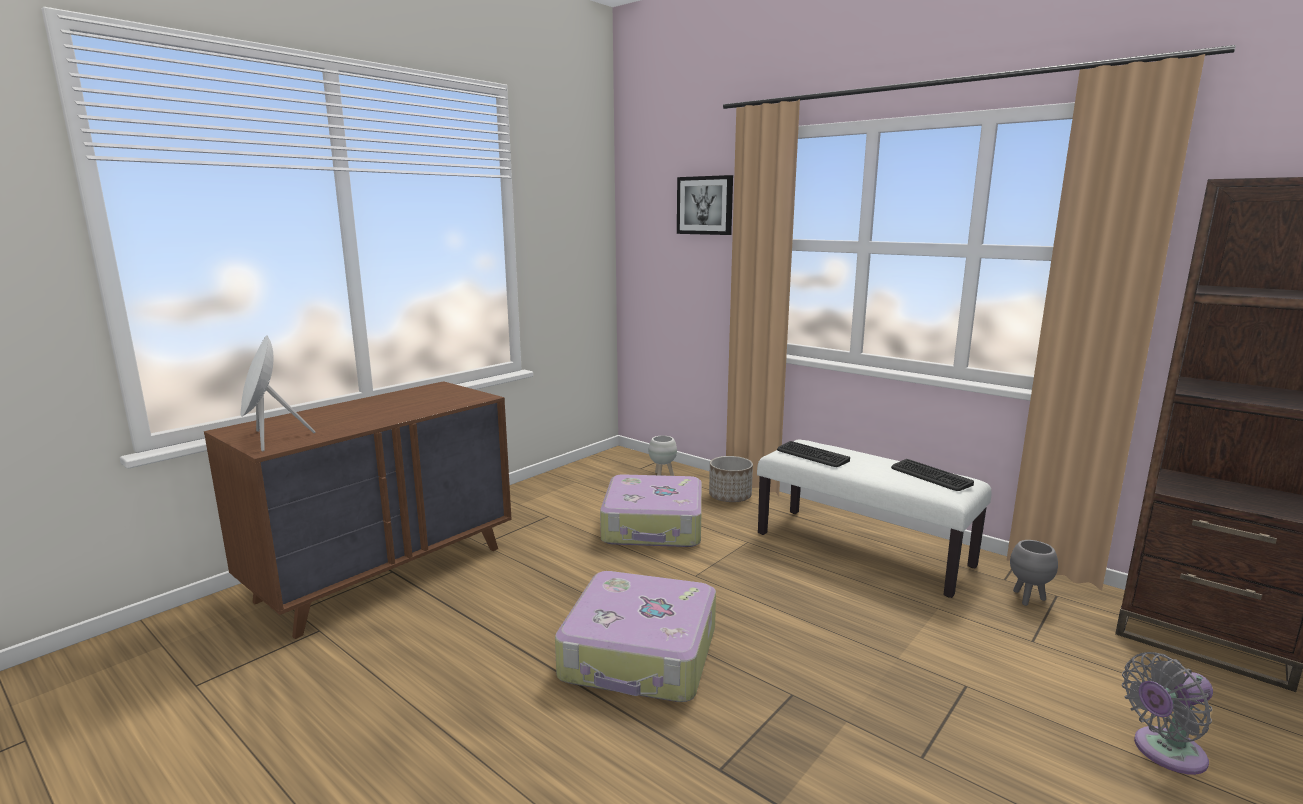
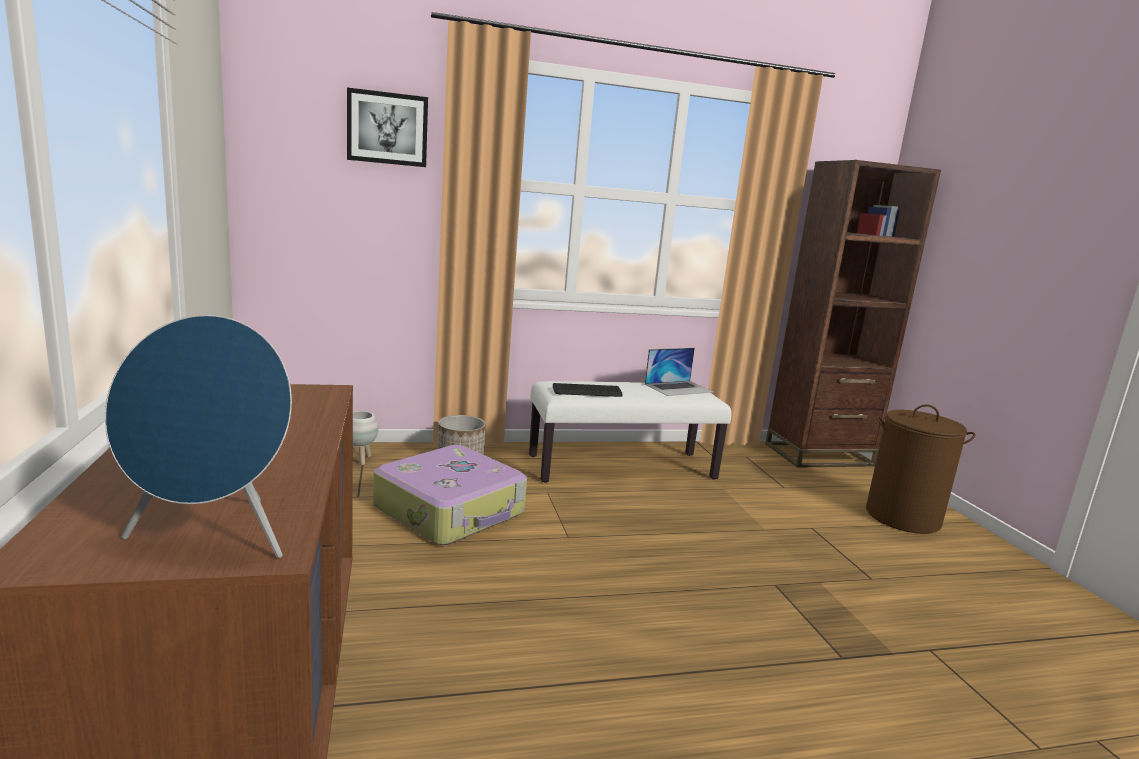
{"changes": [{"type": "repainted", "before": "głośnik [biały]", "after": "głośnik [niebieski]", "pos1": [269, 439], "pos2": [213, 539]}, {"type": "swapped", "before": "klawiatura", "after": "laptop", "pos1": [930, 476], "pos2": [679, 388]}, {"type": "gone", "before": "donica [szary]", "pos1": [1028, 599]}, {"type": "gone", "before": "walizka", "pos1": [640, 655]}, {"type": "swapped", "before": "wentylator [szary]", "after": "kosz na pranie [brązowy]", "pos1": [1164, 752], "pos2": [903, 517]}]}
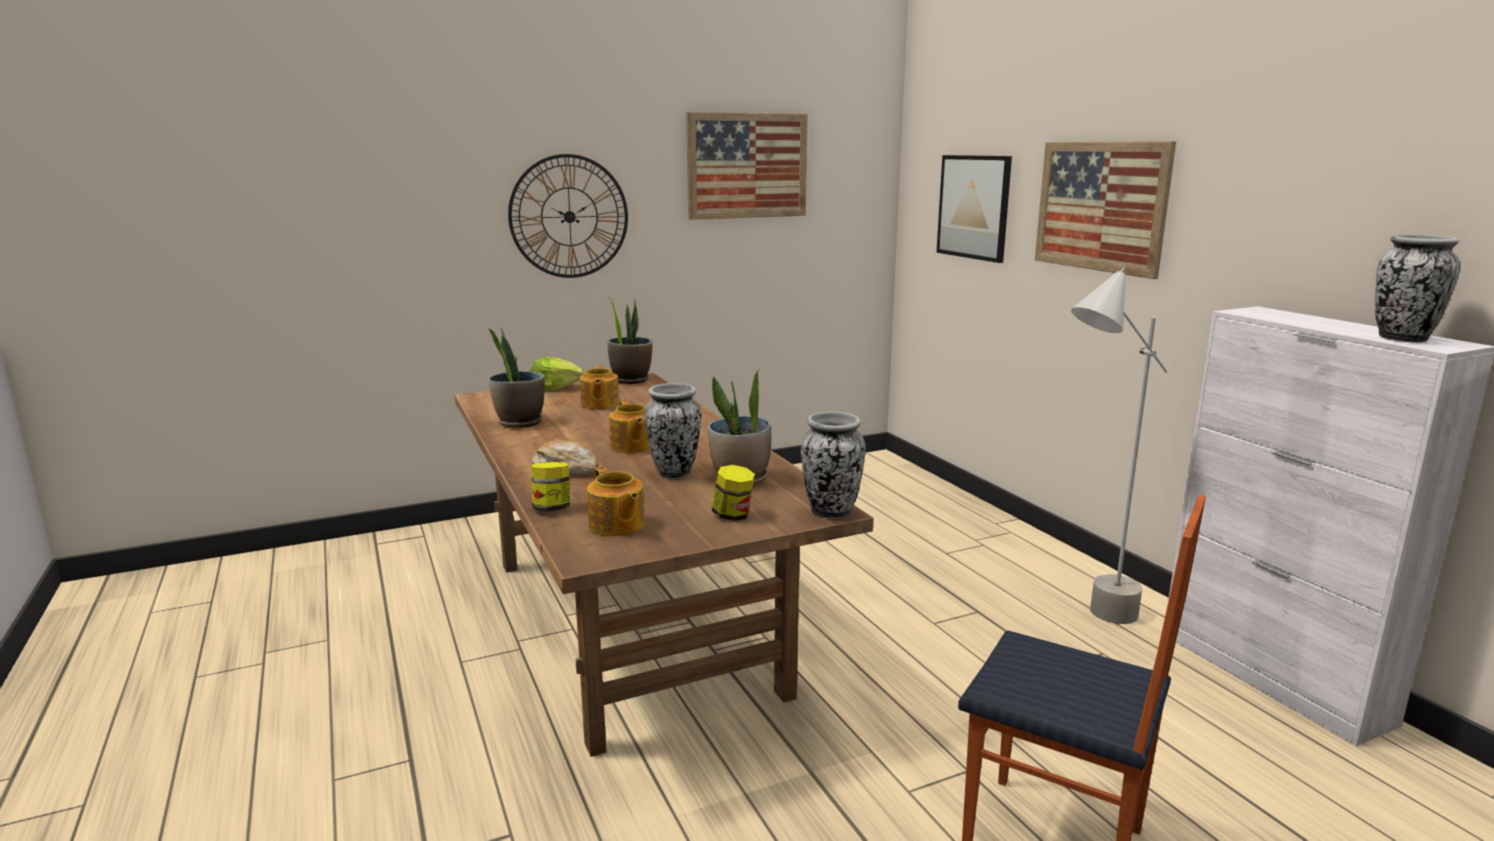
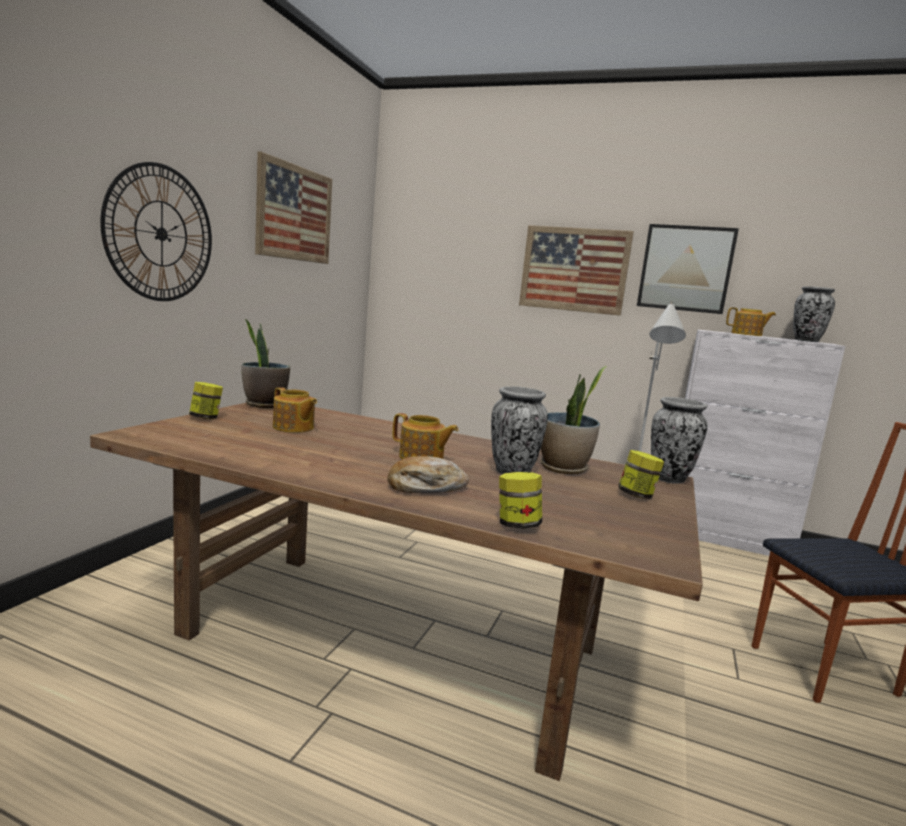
{"changes": [{"type": "shifted", "before": "obraz", "pos1": [974, 207], "pos2": [685, 268]}, {"type": "gone", "before": "roślina doniczkowa", "pos1": [519, 422]}, {"type": "swapped", "before": "sałata", "after": "słoik", "pos1": [555, 388], "pos2": [206, 418]}, {"type": "shifted", "before": "imbryk", "pos1": [616, 525], "pos2": [747, 334]}]}
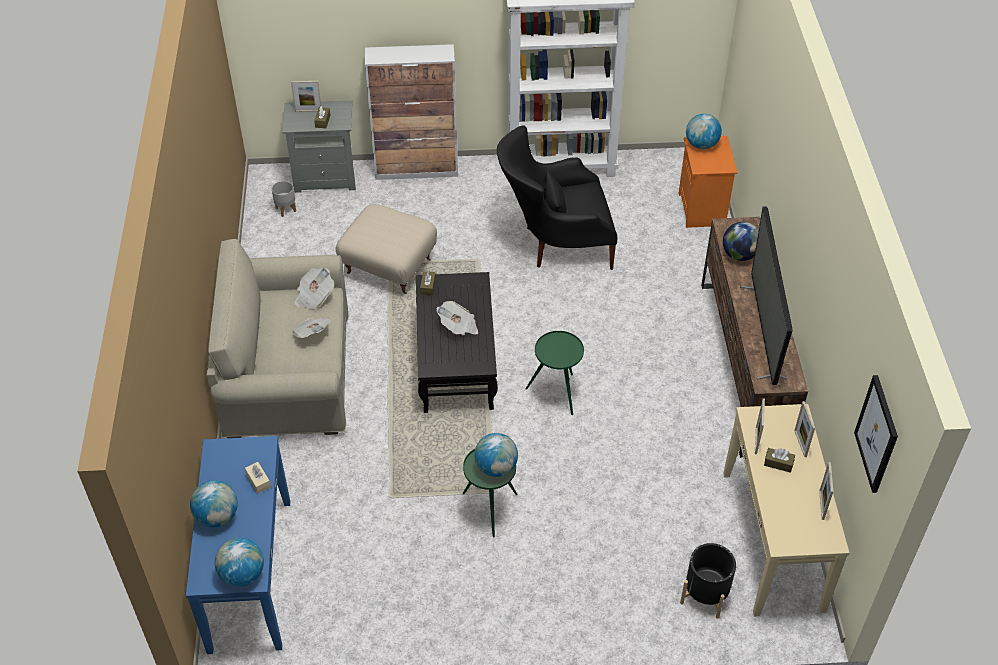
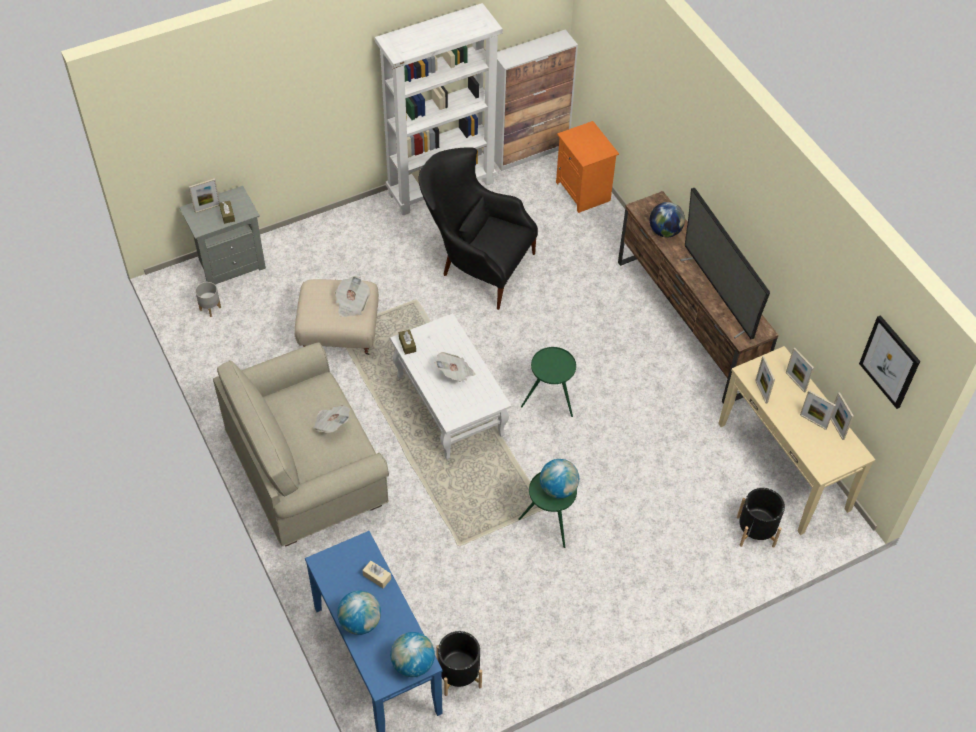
{"changes": [{"type": "shifted", "before": "szafka", "pos1": [417, 169], "pos2": [530, 151]}, {"type": "gone", "before": "globus", "pos1": [701, 145]}, {"type": "rotated", "before": "fotel [czarny]", "pos1": [555, 244], "pos2": [475, 264], "turn": 60}, {"type": "shifted", "before": "gazeta", "pos1": [314, 296], "pos2": [351, 304]}, {"type": "repainted", "before": "ława [czarny]", "after": "ława [biały]", "pos1": [456, 363], "pos2": [449, 404]}, {"type": "gone", "before": "pudełko chusteczek [brązowy]", "pos1": [778, 463]}, {"type": "new", "after": "ramka na zdjęcie", "pos2": [813, 422]}, {"type": "new", "after": "donica [czarny]", "pos2": [459, 674]}]}
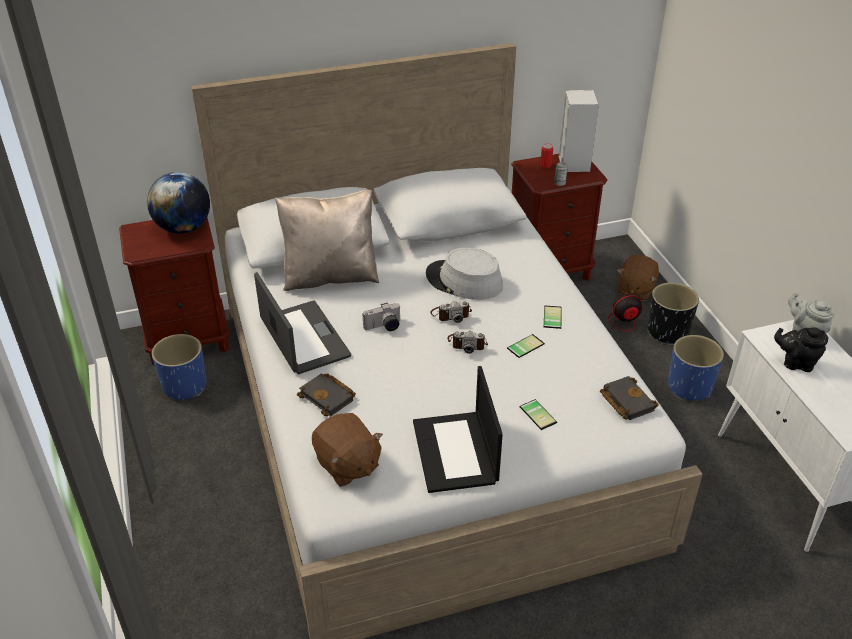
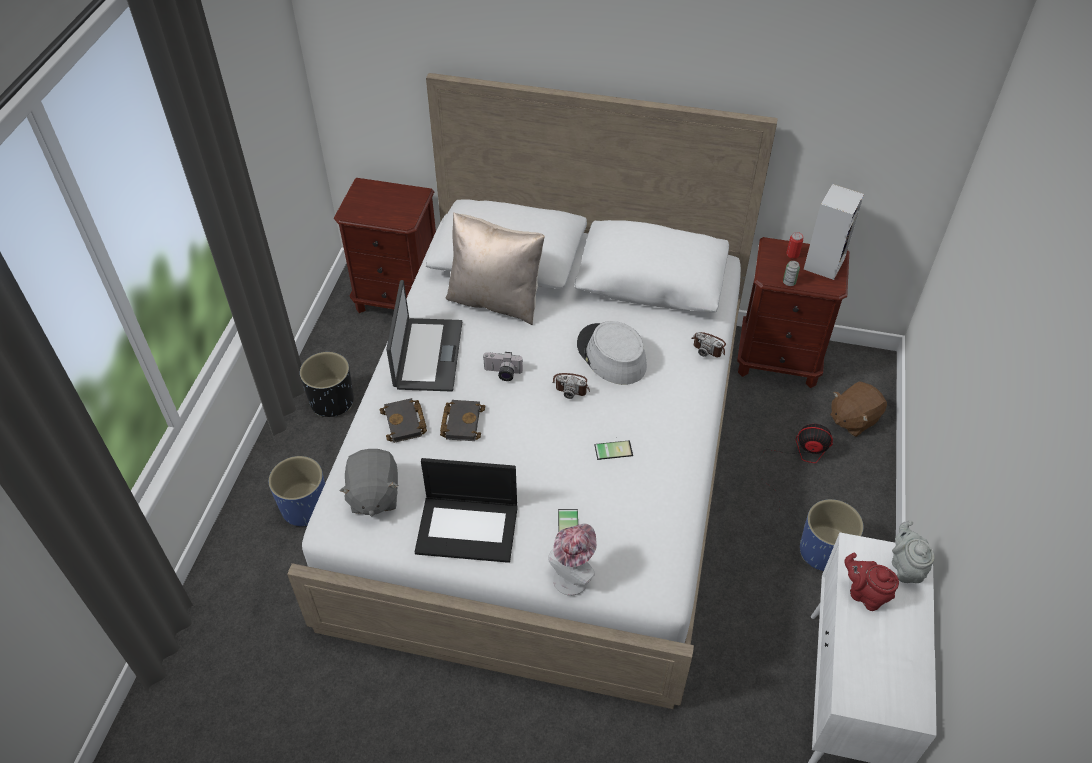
{"changes": [{"type": "gone", "before": "globus", "pos1": [184, 228]}, {"type": "shifted", "before": "donica [czarny]", "pos1": [667, 331], "pos2": [332, 401]}, {"type": "gone", "before": "telefon", "pos1": [550, 317]}, {"type": "repainted", "before": "imbryk [czarny]", "after": "imbryk [czerwony]", "pos1": [795, 363], "pos2": [865, 594]}, {"type": "shifted", "before": "aparat fotograficzny", "pos1": [467, 343], "pos2": [709, 346]}, {"type": "shifted", "before": "donica [niebieski]", "pos1": [185, 386], "pos2": [305, 507]}, {"type": "rotated", "before": "laptop", "pos1": [456, 452], "pos2": [468, 528], "turn": -105}, {"type": "shifted", "before": "książka [czarny]", "pos1": [625, 401], "pos2": [461, 422]}, {"type": "repainted", "before": "pluszak [brązowy]", "after": "pluszak [szary]", "pos1": [347, 465], "pos2": [373, 495]}, {"type": "new", "after": "kapelusz", "pos2": [573, 576]}]}
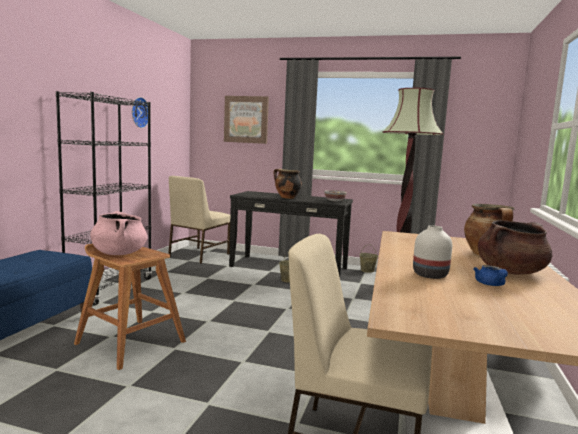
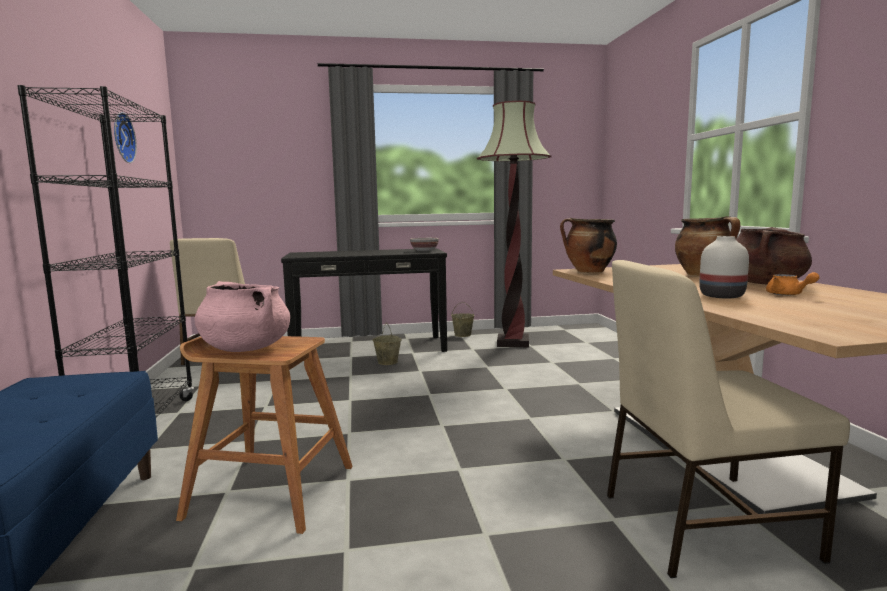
{"changes": [{"type": "gone", "before": "obraz", "pos1": [246, 119]}, {"type": "shifted", "before": "garnek", "pos1": [286, 198], "pos2": [588, 272]}, {"type": "repainted", "before": "imbryk [niebieski]", "after": "imbryk [pomarańczowy]", "pos1": [490, 284], "pos2": [788, 294]}]}
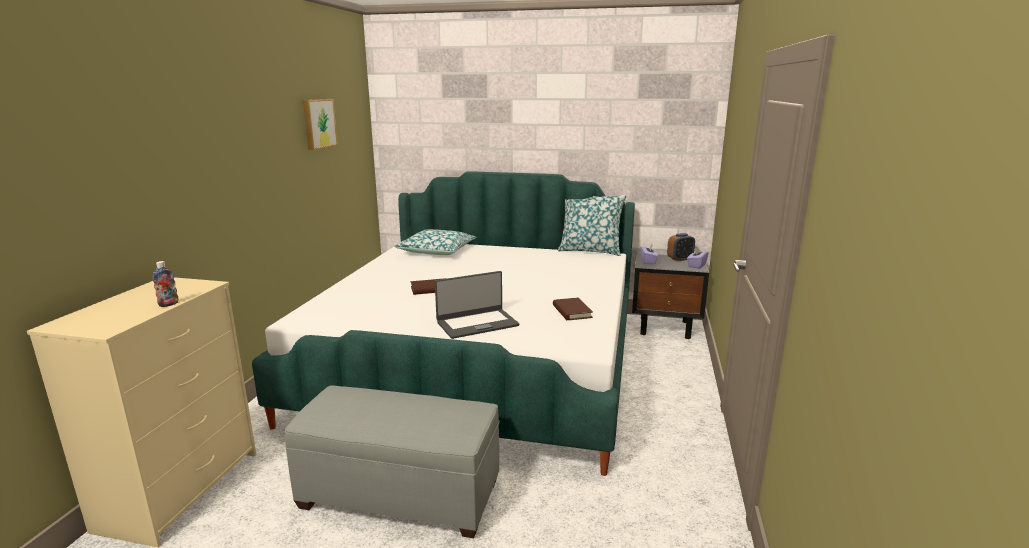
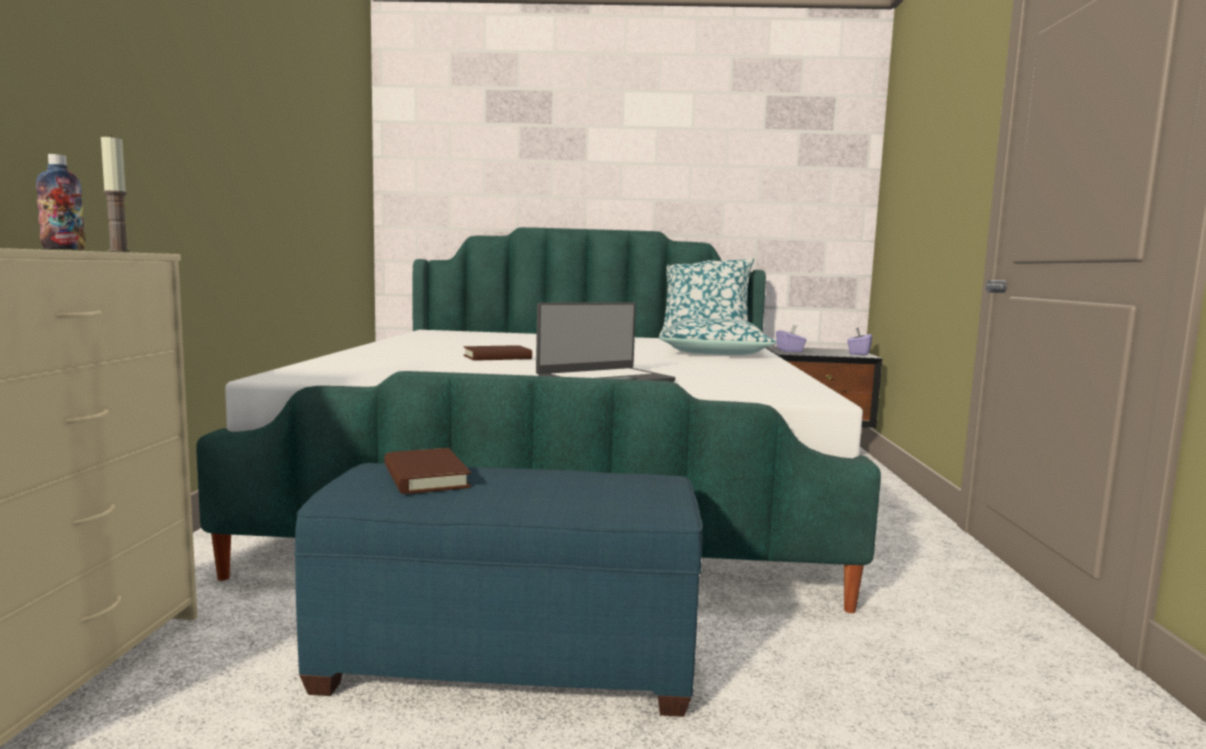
{"changes": [{"type": "gone", "before": "obraz", "pos1": [318, 123]}, {"type": "shifted", "before": "poduszka", "pos1": [437, 251], "pos2": [714, 353]}, {"type": "gone", "before": "budzik", "pos1": [680, 259]}, {"type": "shifted", "before": "książka [brązowy]", "pos1": [572, 311], "pos2": [425, 477]}, {"type": "repainted", "before": "pufa [szary]", "after": "pufa [niebieski]", "pos1": [401, 494], "pos2": [511, 658]}, {"type": "new", "after": "świeca", "pos2": [119, 251]}]}
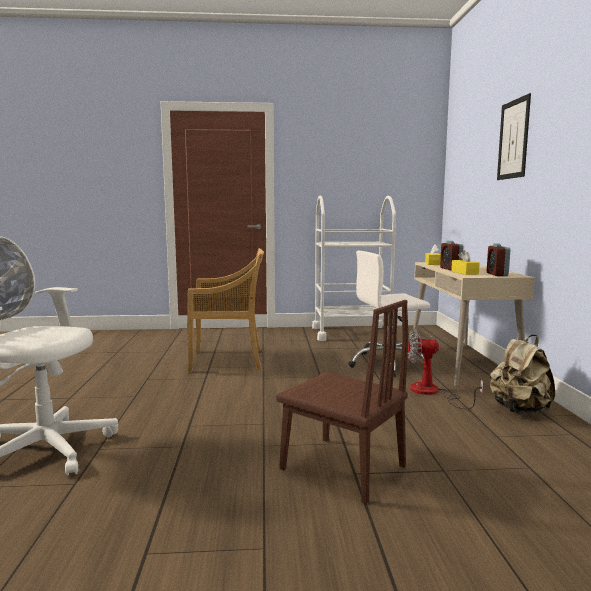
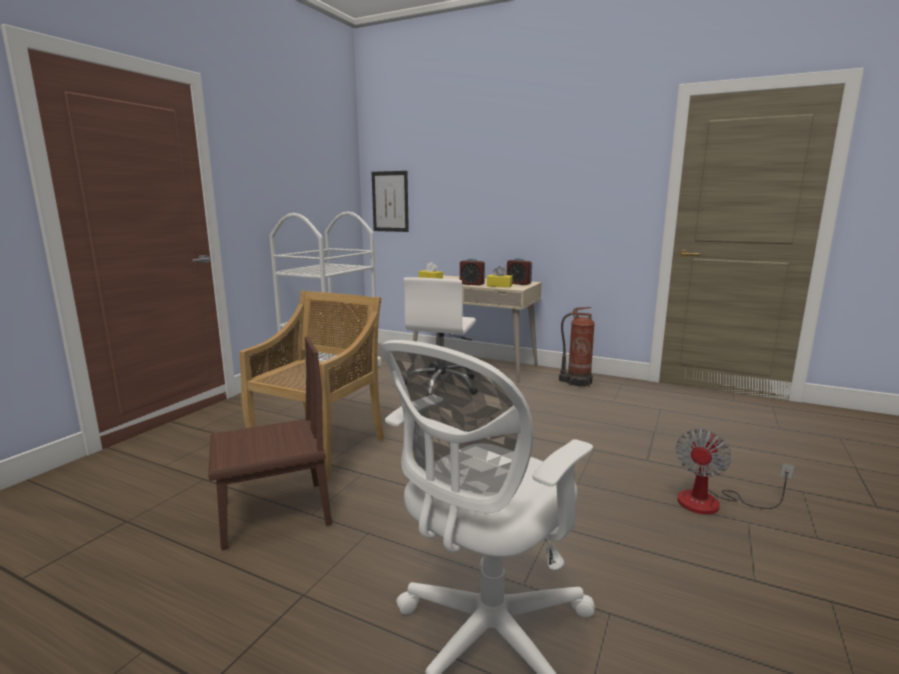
{"changes": [{"type": "shifted", "before": "obraz", "pos1": [513, 139], "pos2": [390, 201]}, {"type": "shifted", "before": "krzesło [brązowy]", "pos1": [342, 467], "pos2": [274, 514]}, {"type": "shifted", "before": "wentylator", "pos1": [432, 393], "pos2": [712, 503]}, {"type": "swapped", "before": "plecak [beżowy]", "after": "gaśnica", "pos1": [519, 410], "pos2": [577, 382]}]}
